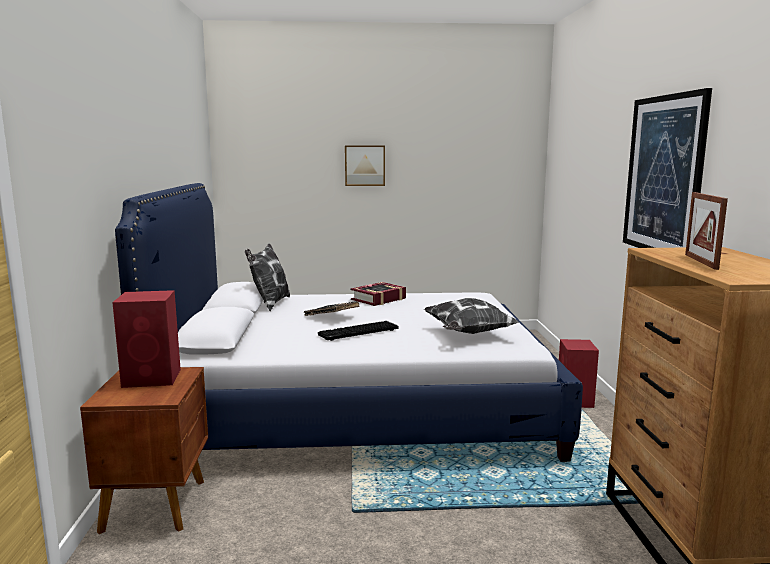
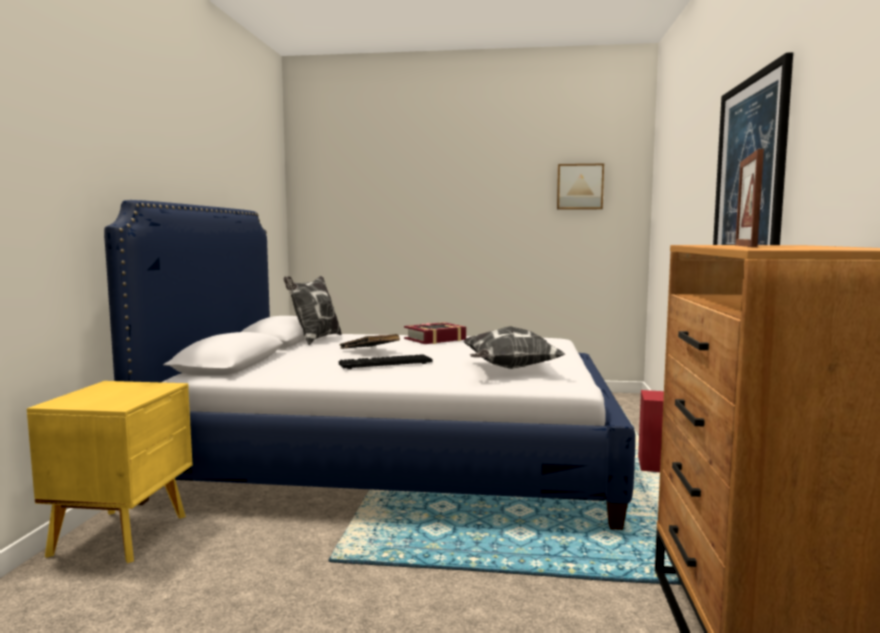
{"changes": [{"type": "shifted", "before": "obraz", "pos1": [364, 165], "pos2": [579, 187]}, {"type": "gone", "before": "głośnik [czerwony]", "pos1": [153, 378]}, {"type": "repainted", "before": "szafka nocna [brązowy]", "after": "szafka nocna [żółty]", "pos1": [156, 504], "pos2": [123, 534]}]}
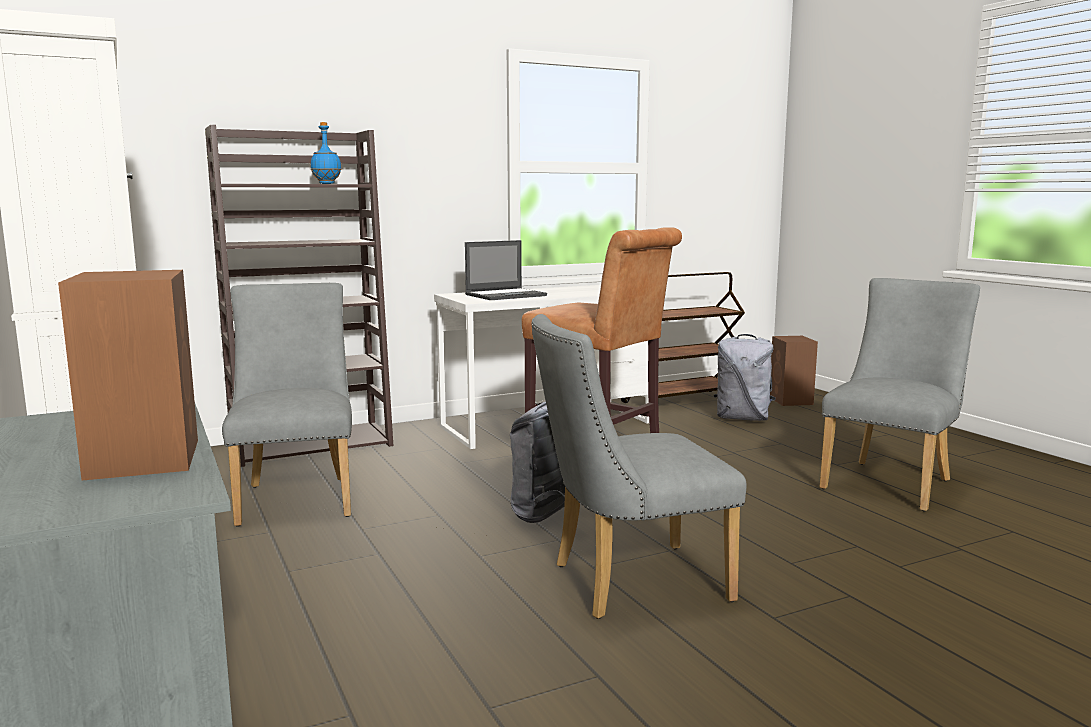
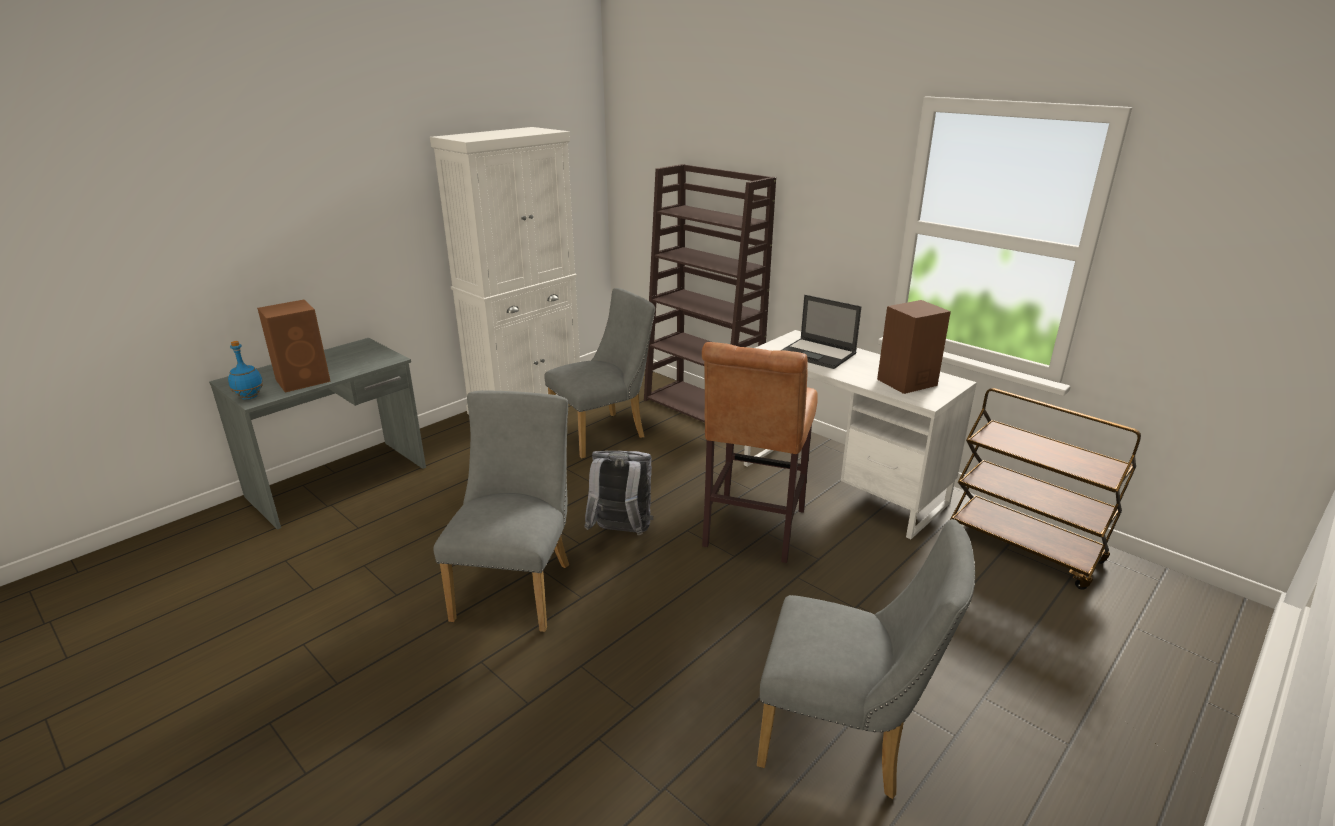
{"changes": [{"type": "shifted", "before": "butelka [niebieski]", "pos1": [326, 183], "pos2": [250, 397]}, {"type": "rotated", "before": "krzesło [szary]", "pos1": [627, 583], "pos2": [517, 586], "turn": 45}, {"type": "gone", "before": "plecak [szary]", "pos1": [743, 418]}, {"type": "shifted", "before": "głośnik [brązowy]", "pos1": [791, 401], "pos2": [905, 382]}]}
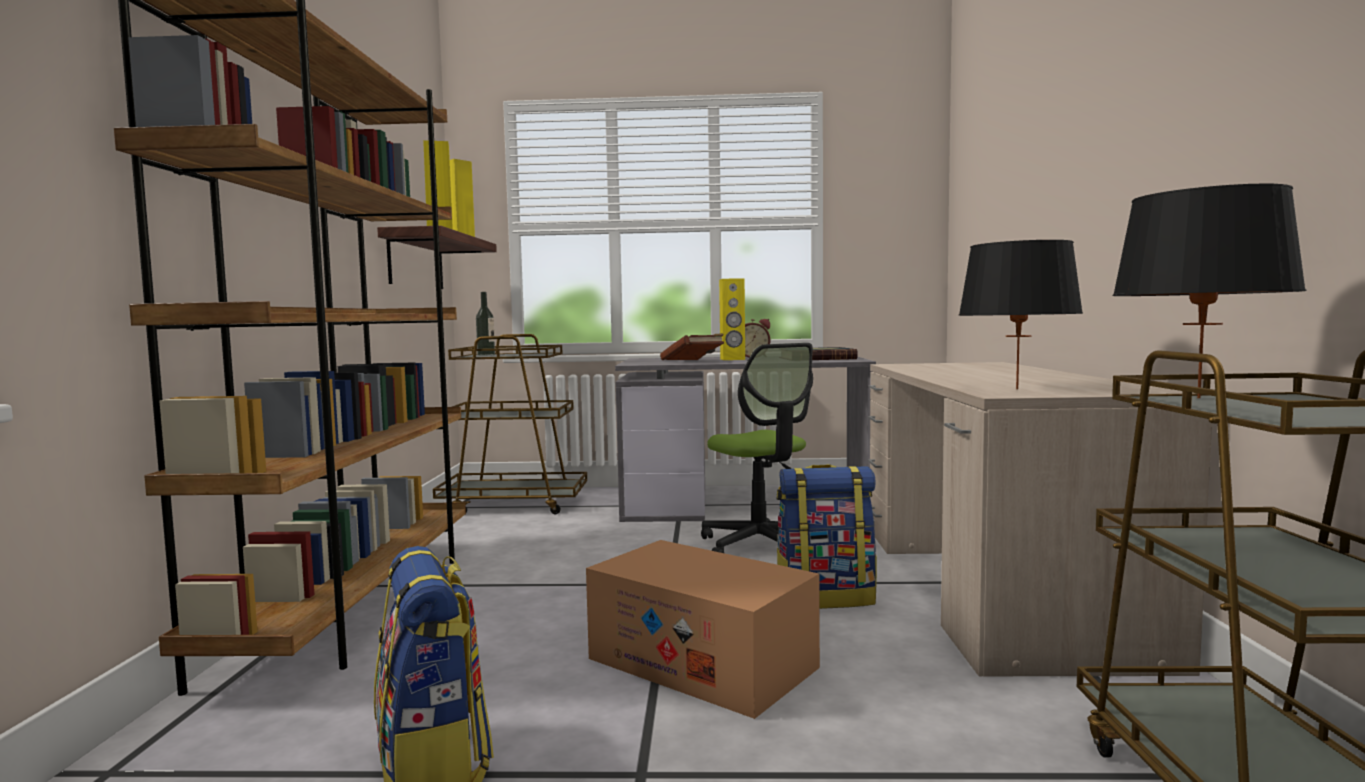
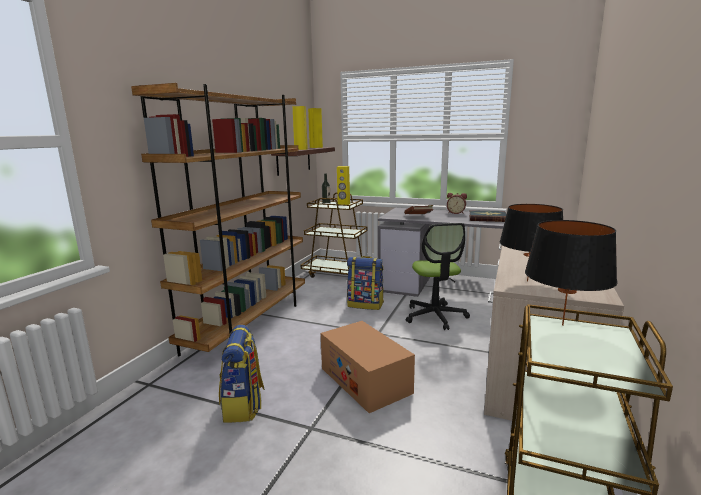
{"changes": [{"type": "shifted", "before": "głośnik [żółty]", "pos1": [732, 359], "pos2": [343, 204]}, {"type": "shifted", "before": "plecak", "pos1": [825, 597], "pos2": [365, 304]}]}
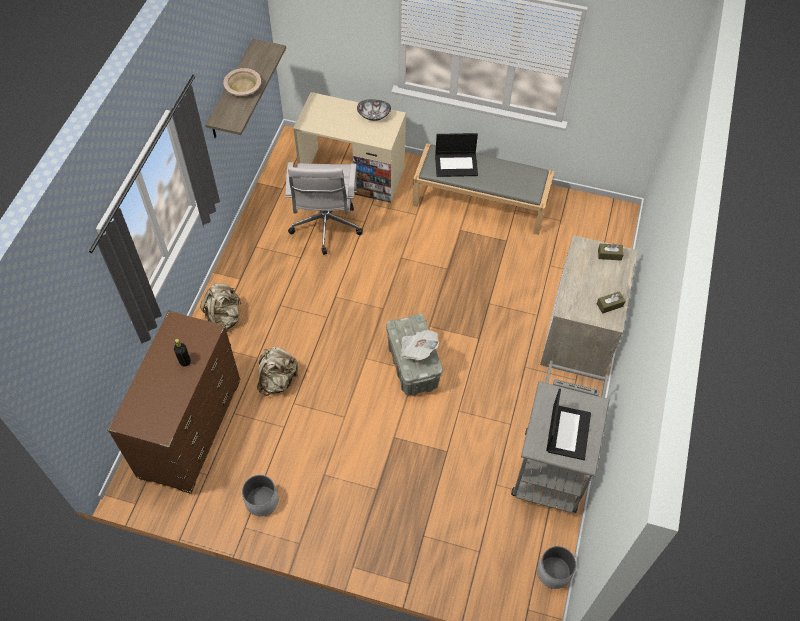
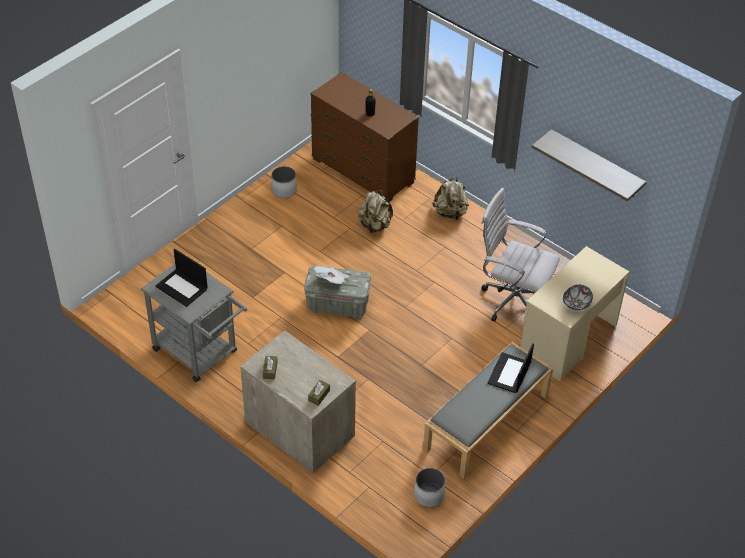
{"changes": [{"type": "gone", "before": "miska [beżowy]", "pos1": [243, 88]}, {"type": "shifted", "before": "donica [biały]", "pos1": [554, 572], "pos2": [429, 495]}]}
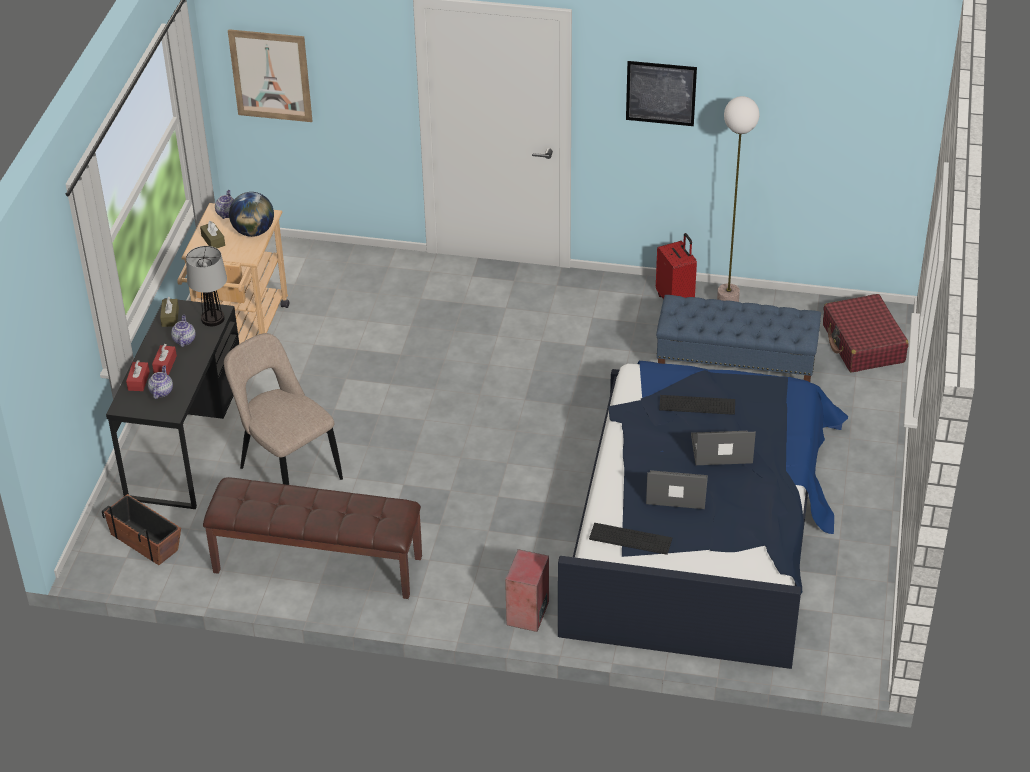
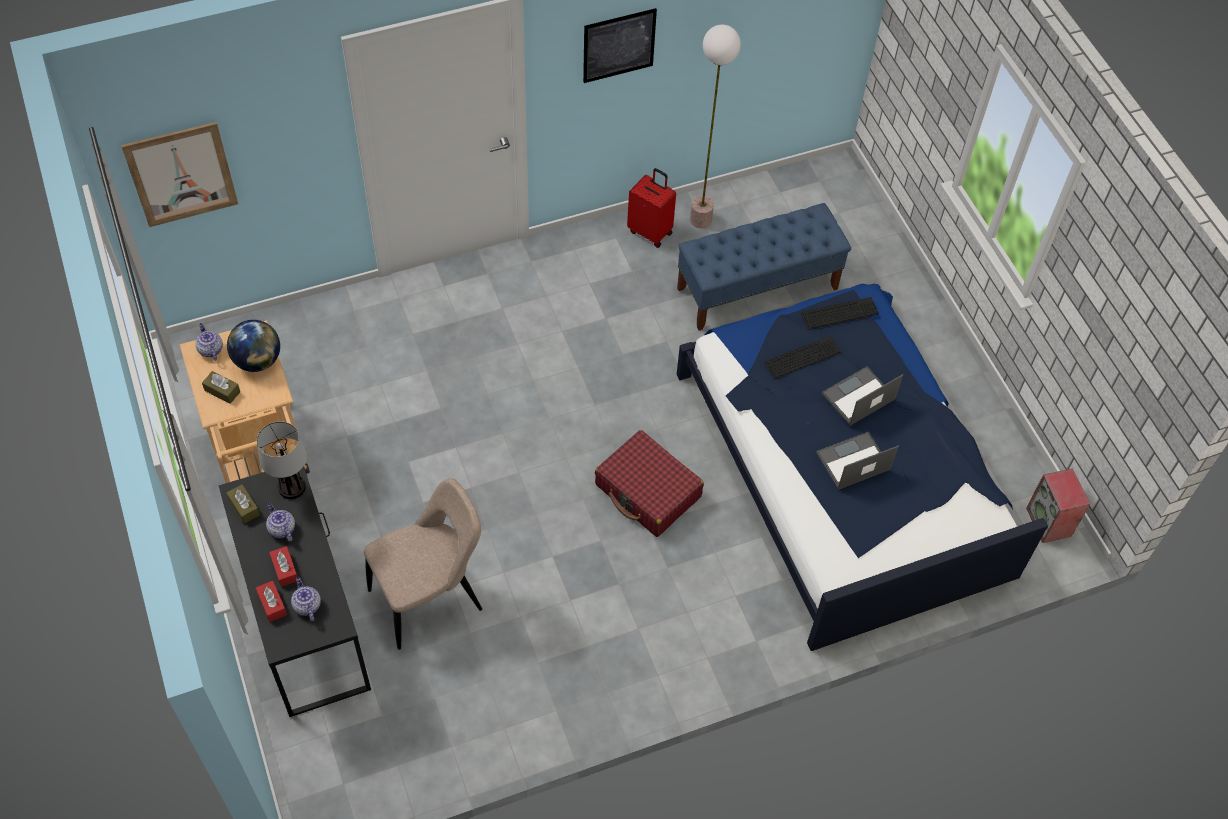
{"changes": [{"type": "shifted", "before": "walizka [czerwony]", "pos1": [863, 344], "pos2": [648, 491]}, {"type": "rotated", "before": "krzesło [beżowy]", "pos1": [287, 471], "pos2": [430, 598], "turn": 135}, {"type": "gone", "before": "ławka [brązowy]", "pos1": [317, 565]}, {"type": "gone", "before": "donica", "pos1": [145, 541]}, {"type": "shifted", "before": "klawiatura", "pos1": [630, 539], "pos2": [839, 313]}, {"type": "shifted", "before": "głośnik", "pos1": [528, 614], "pos2": [1049, 522]}]}
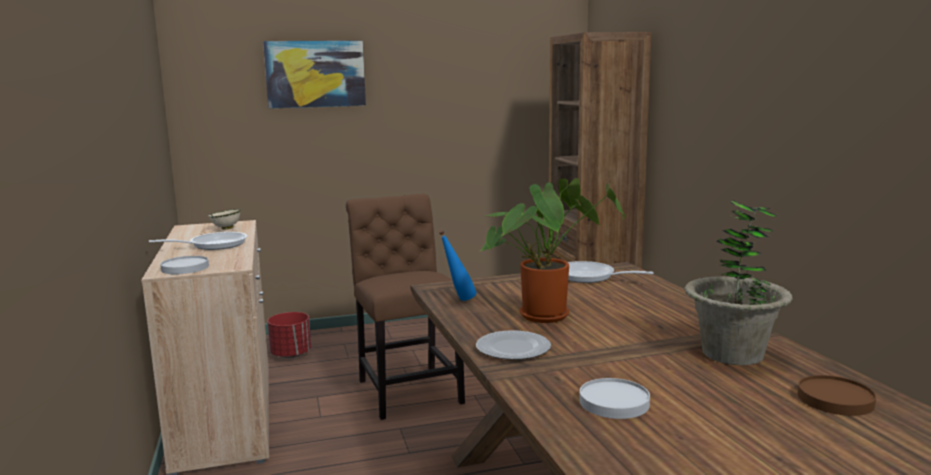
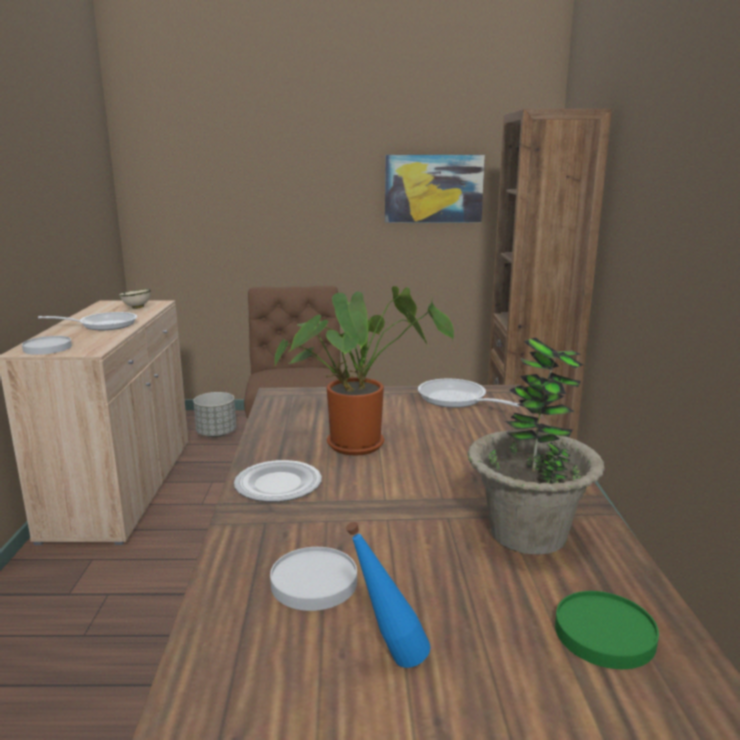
{"changes": [{"type": "shifted", "before": "obraz", "pos1": [315, 74], "pos2": [433, 188]}, {"type": "shifted", "before": "butelka [niebieski]", "pos1": [458, 300], "pos2": [388, 660]}, {"type": "repainted", "before": "donica [czerwony]", "after": "donica [szary]", "pos1": [291, 354], "pos2": [217, 433]}, {"type": "repainted", "before": "talerz [brązowy]", "after": "talerz [zielony]", "pos1": [835, 399], "pos2": [604, 634]}]}
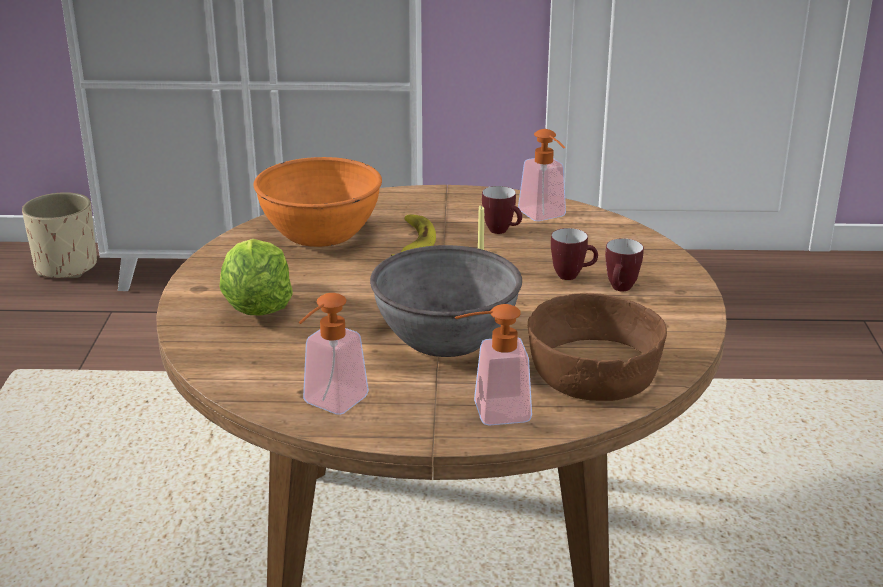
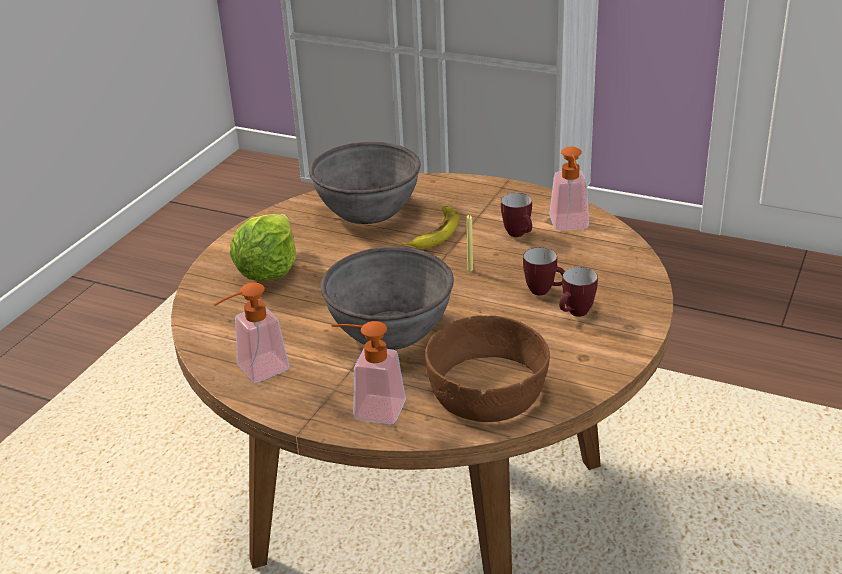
{"changes": [{"type": "repainted", "before": "miska [pomarańczowy]", "after": "miska [szary]", "pos1": [321, 233], "pos2": [368, 210]}, {"type": "gone", "before": "donica [beżowy]", "pos1": [66, 267]}]}
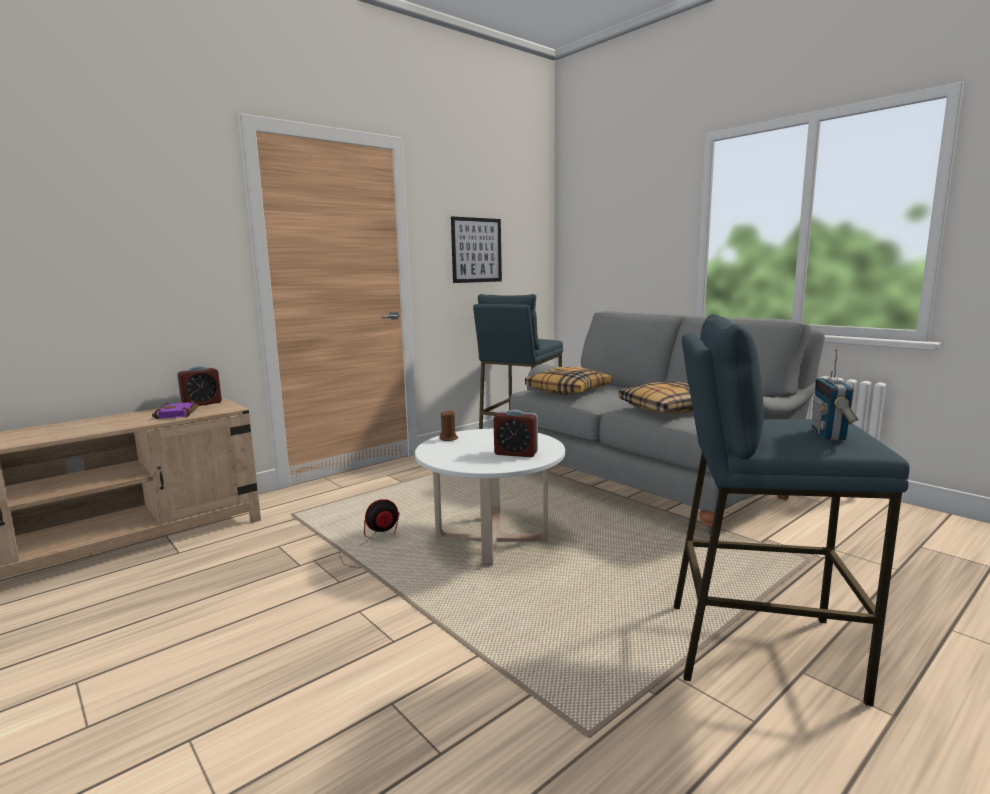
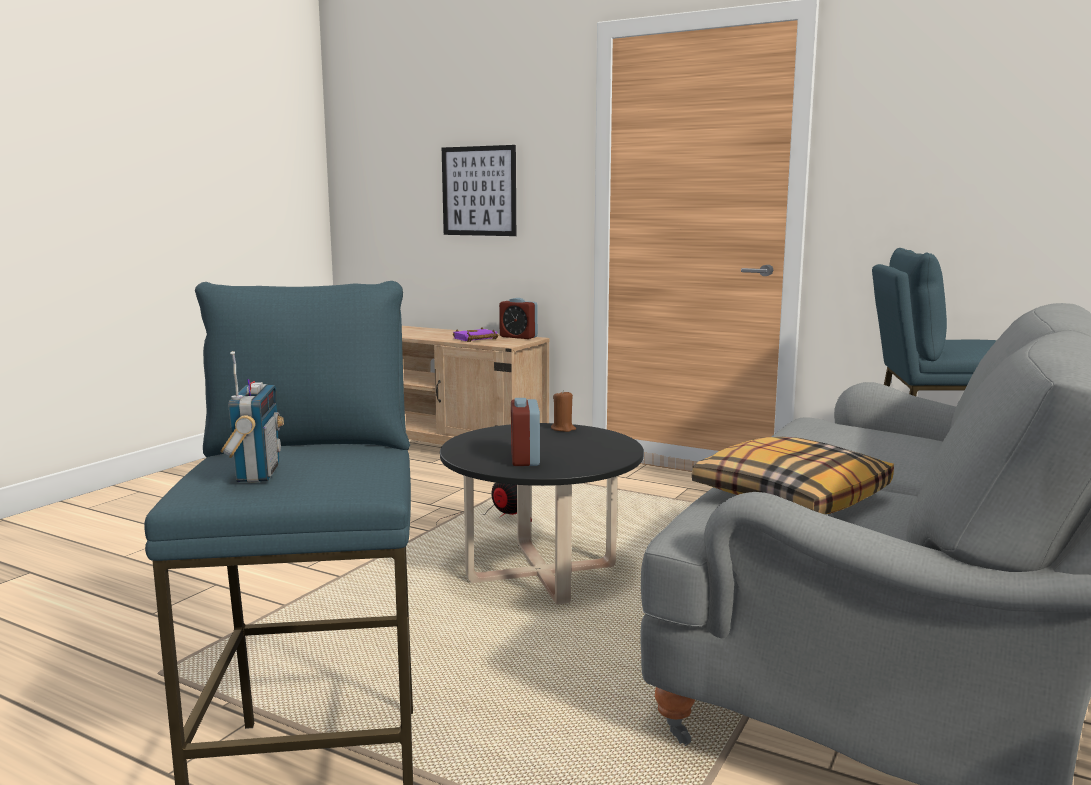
{"changes": [{"type": "shifted", "before": "obraz", "pos1": [476, 250], "pos2": [479, 191]}, {"type": "rotated", "before": "radio", "pos1": [829, 435], "pos2": [257, 473], "turn": 90}, {"type": "gone", "before": "poduszka", "pos1": [568, 390]}, {"type": "repainted", "before": "ława [biały]", "after": "ława [czarny]", "pos1": [492, 540], "pos2": [541, 573]}]}
